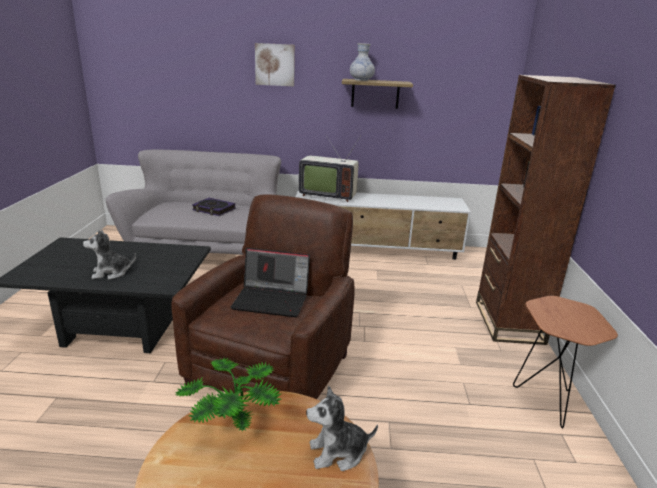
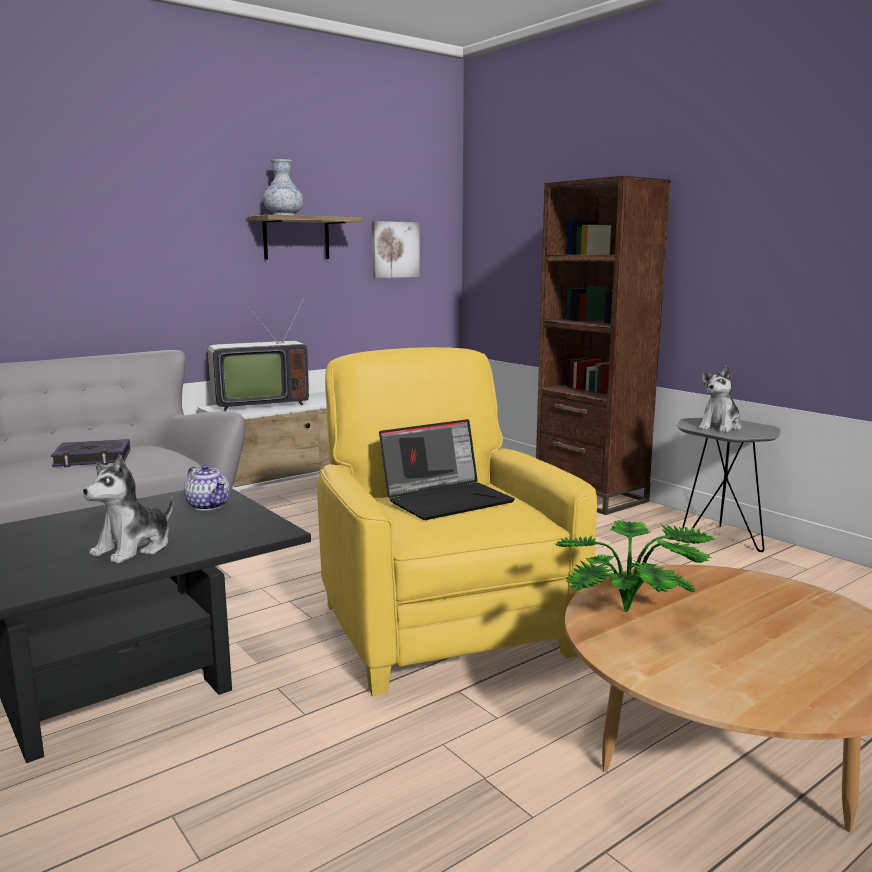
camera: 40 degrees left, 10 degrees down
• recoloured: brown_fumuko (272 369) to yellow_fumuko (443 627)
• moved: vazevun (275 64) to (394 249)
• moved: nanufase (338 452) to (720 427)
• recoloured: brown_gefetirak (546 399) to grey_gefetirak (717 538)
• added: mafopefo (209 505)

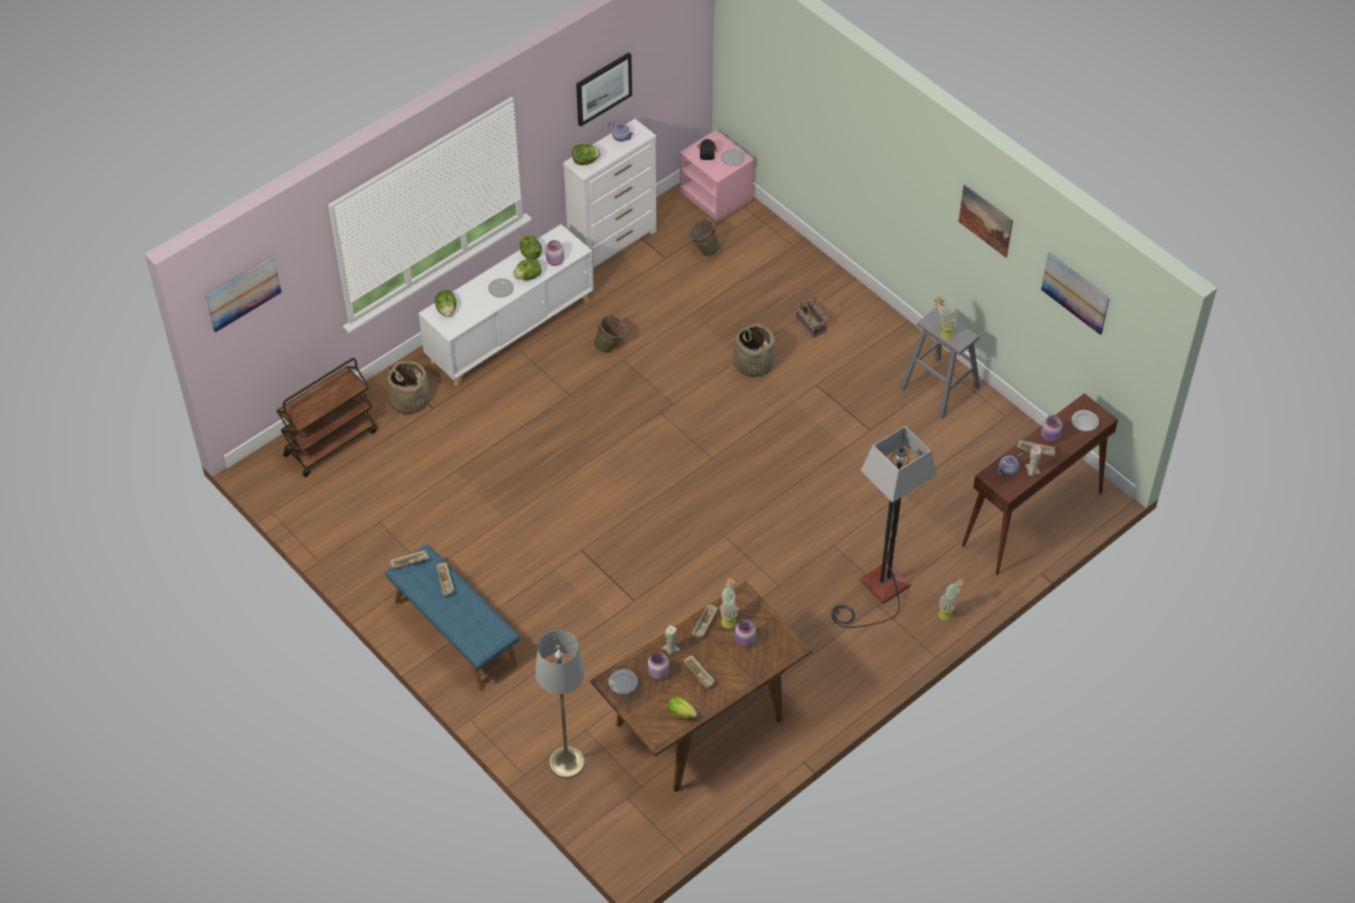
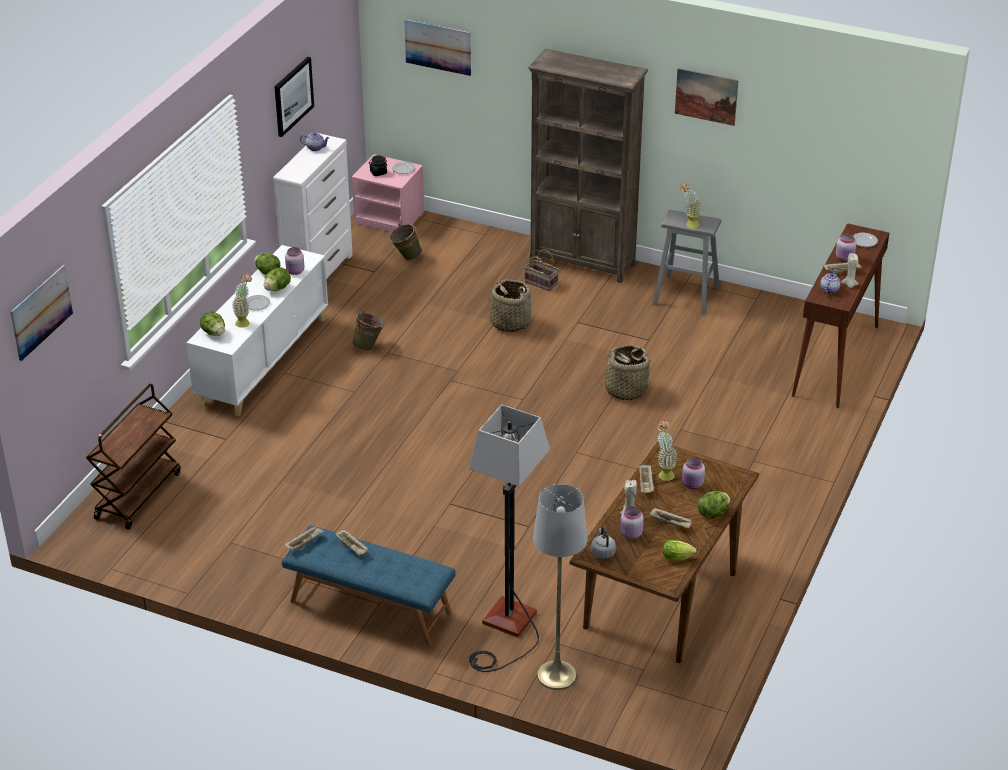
camera: 25 degrees left, 15 degrees down
• moved: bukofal (409 400) to (625 390)
• moved: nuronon (585 161) to (713 513)
• replaced: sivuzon (623 682) to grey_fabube (602 552)
• moved: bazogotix (877 592) to (506 629)
• moved: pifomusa (948 612) to (244 321)
• moved: vazevun (1075 293) to (438 47)
• added: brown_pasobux (583 262)

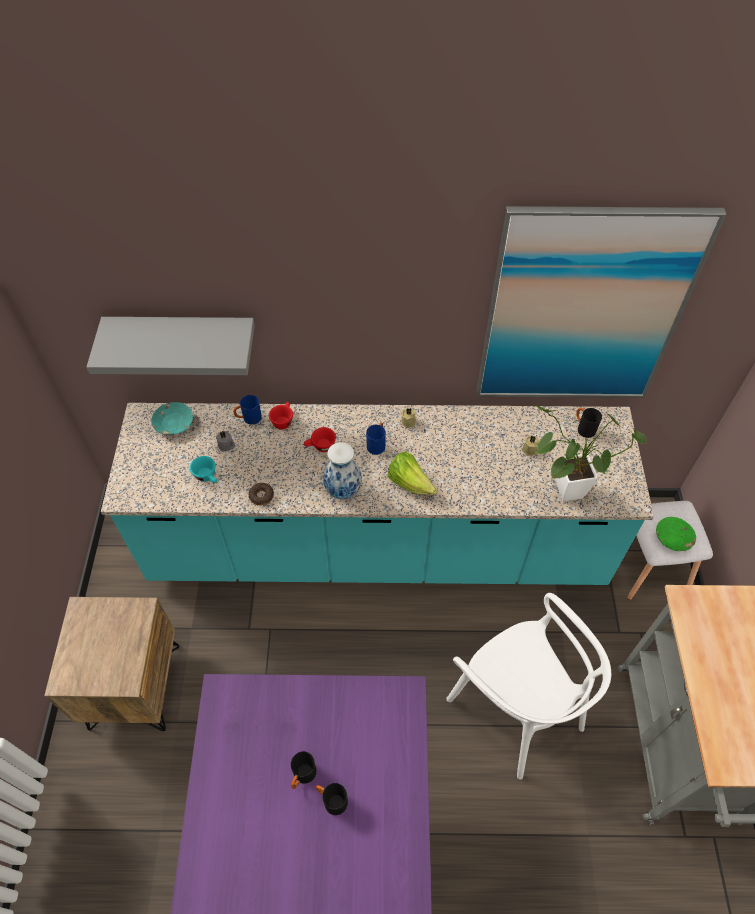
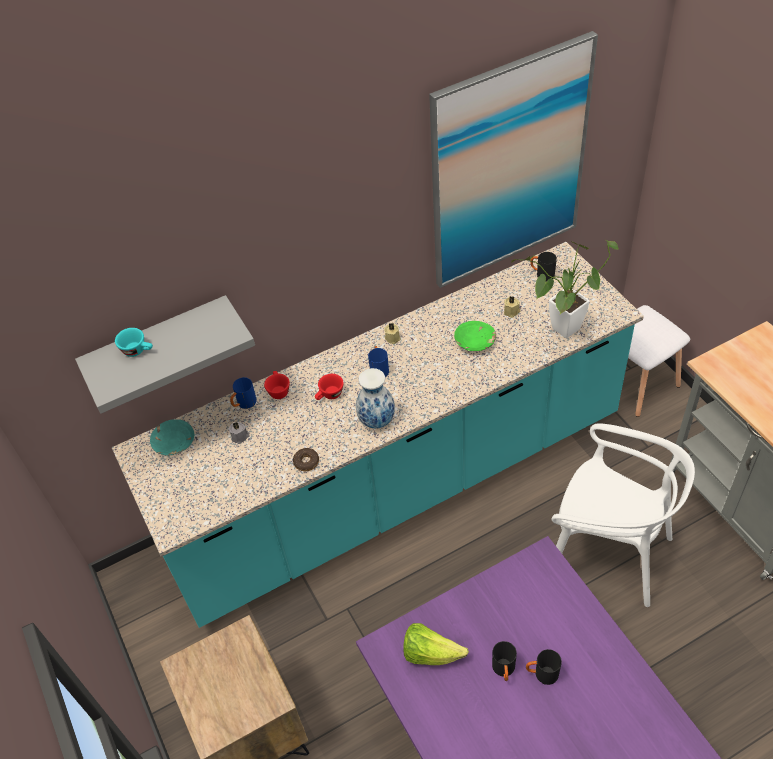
camera: 25 degrees left, 5 degrees down
• moved: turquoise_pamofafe (208 477) to (138 350)
• moved: nuronon (410 483) to (430 653)
• moved: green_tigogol (672 538) to (475 342)

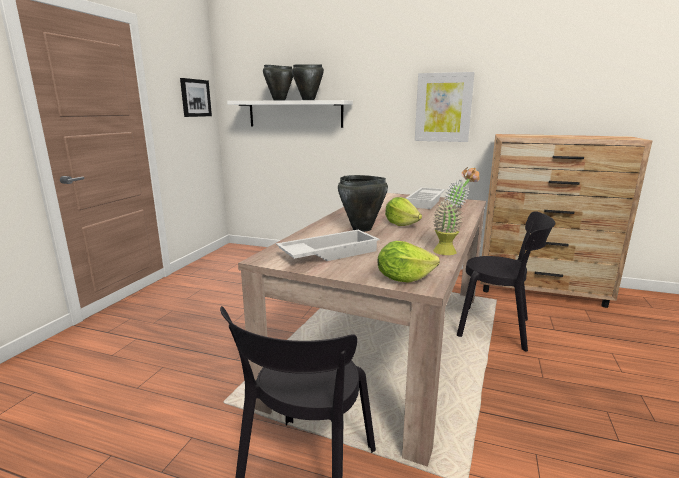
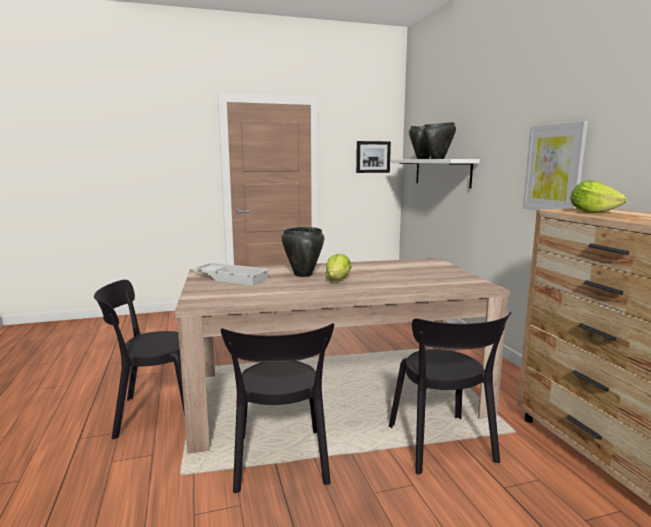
camera: 55 degrees right, 5 degrees down
• moved: nuronon (403 279) to (592 212)
• removed: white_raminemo (426 202)
• removed: pifomusa (450 251)
• added: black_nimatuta (280 463)

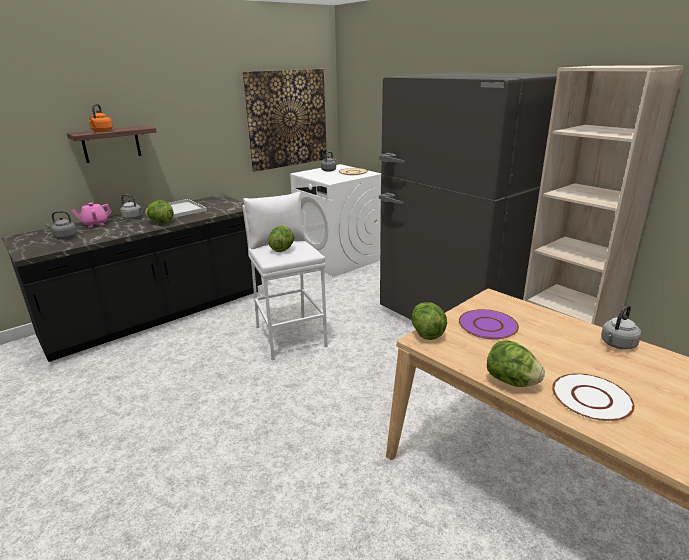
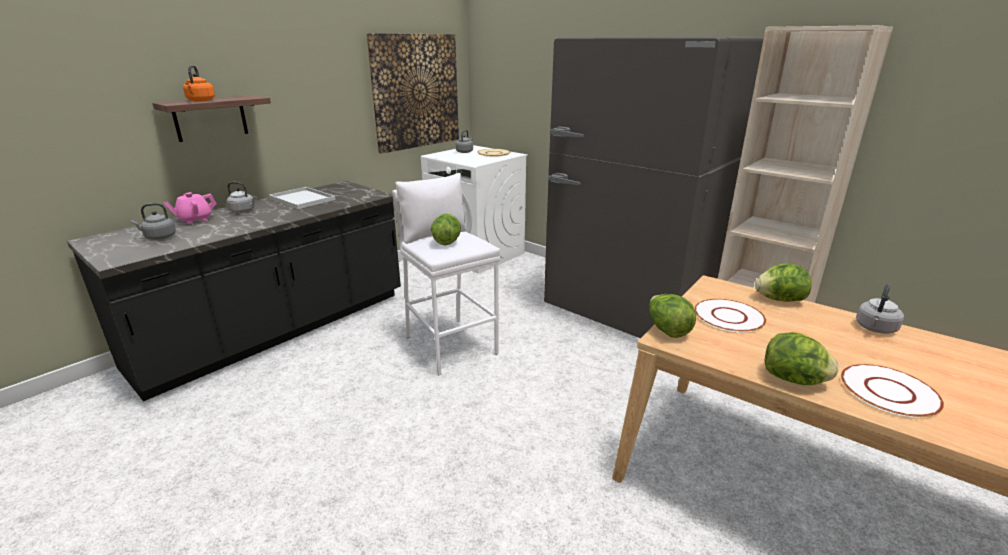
camera: 10 degrees left, 0 degrees up
• moved: nuronon (161 222) to (779 299)
• recoloured: purple_sivuzon (487 325) to white_sivuzon (728 317)

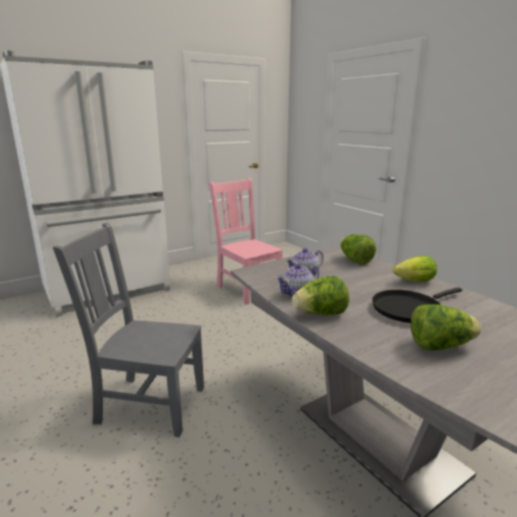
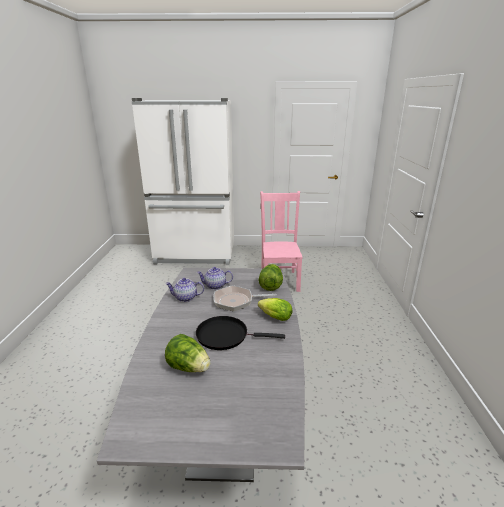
camera: 35 degrees right, 5 degrees up
• removed: grey_nimatuta (148 404)
• removed: nuronon (320 314)
• added: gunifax (236 301)

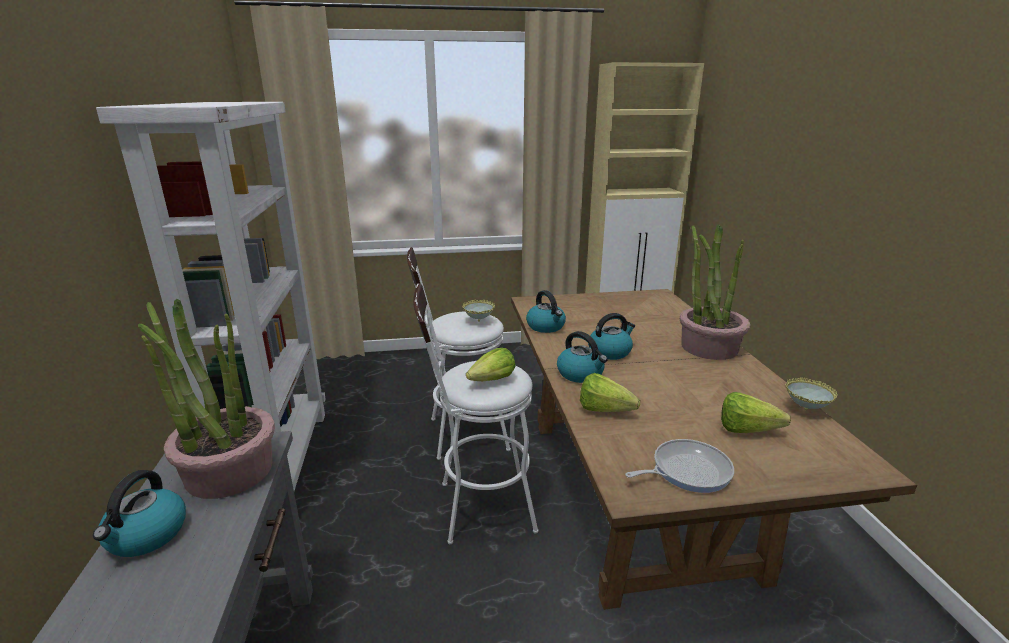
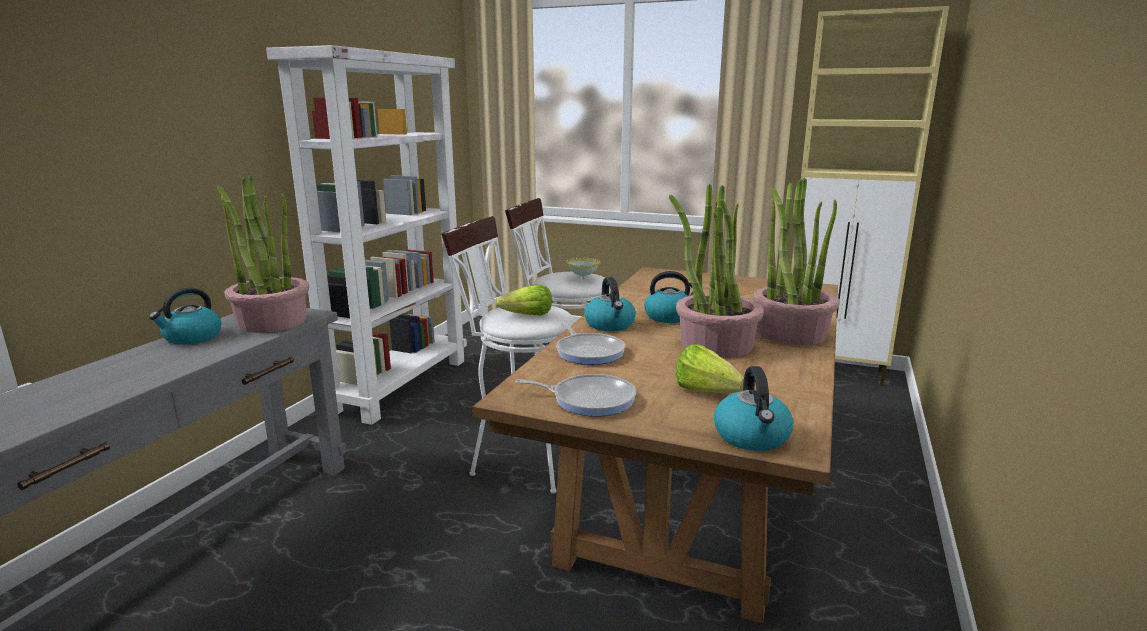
camera: 30 degrees right, 5 degrees down
• moved: fabube (546 326) to (752 437)
• replaced: nuronon (609 412) to gunifax (589 352)
• removed: tigogol (805 410)
• added: pifomusa (715 344)

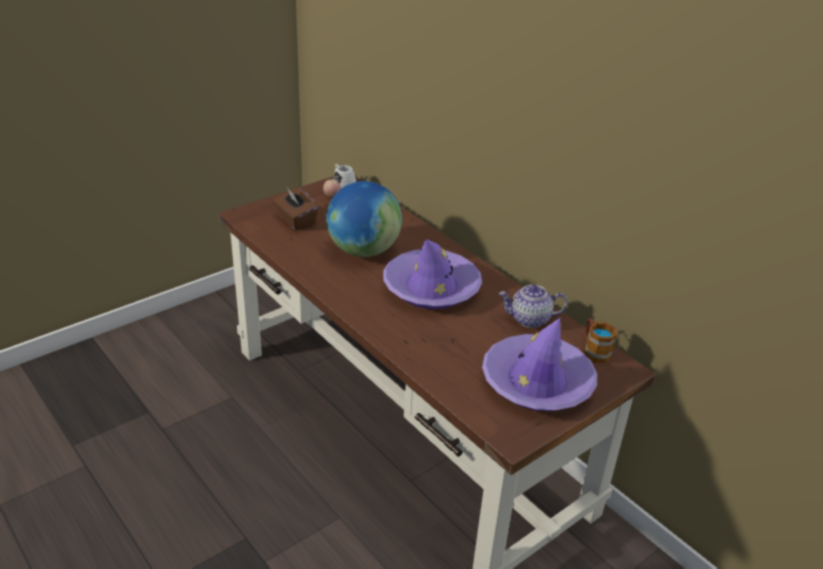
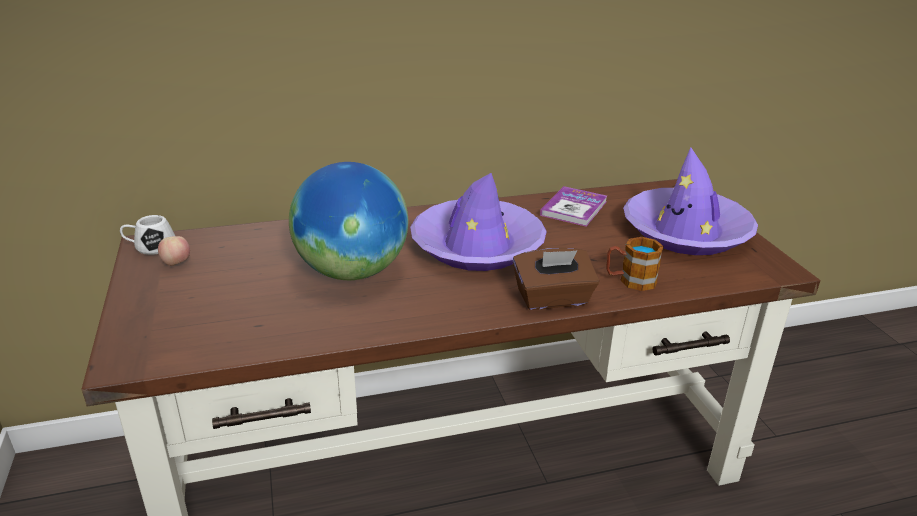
camera: 65 degrees left, 5 degrees down
• moved: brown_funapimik (295 220) to (553 299)
• replaced: mafopefo (529 319) to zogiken (574 208)
• moved: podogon (594 350) to (630 280)

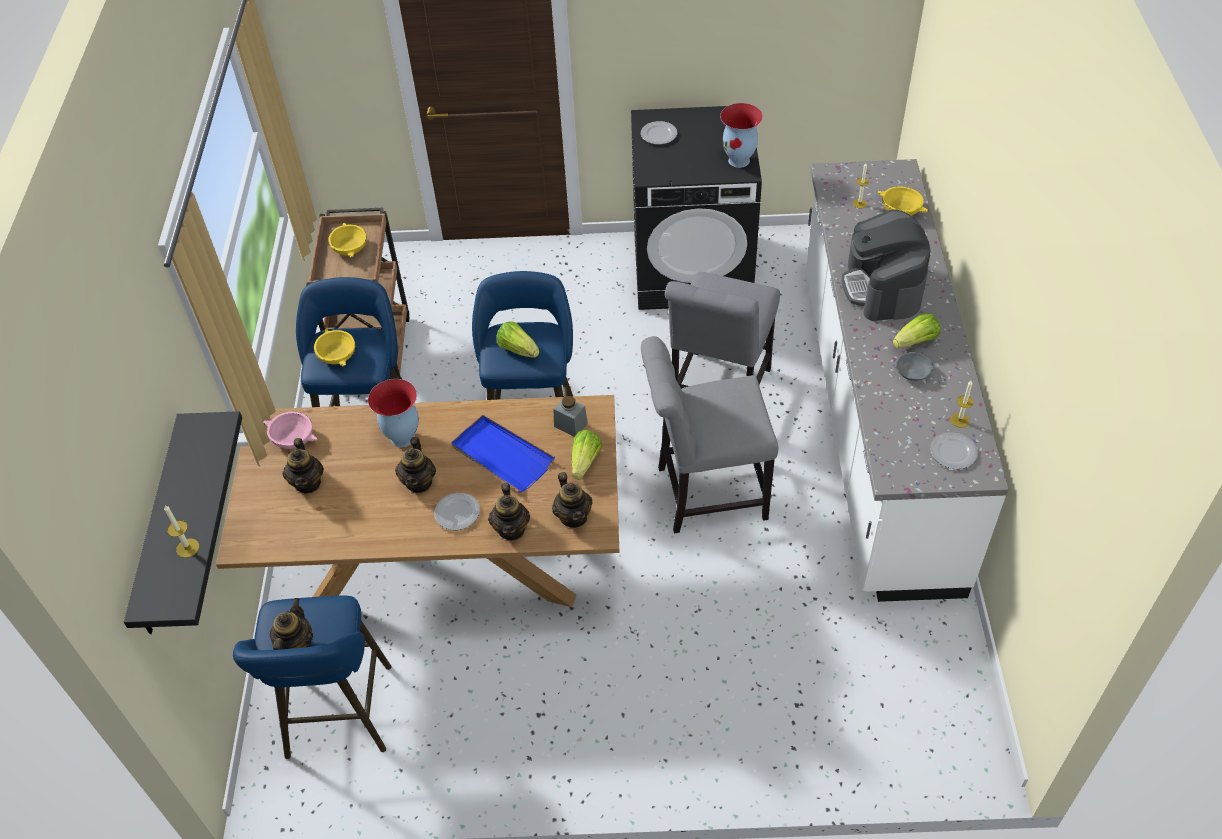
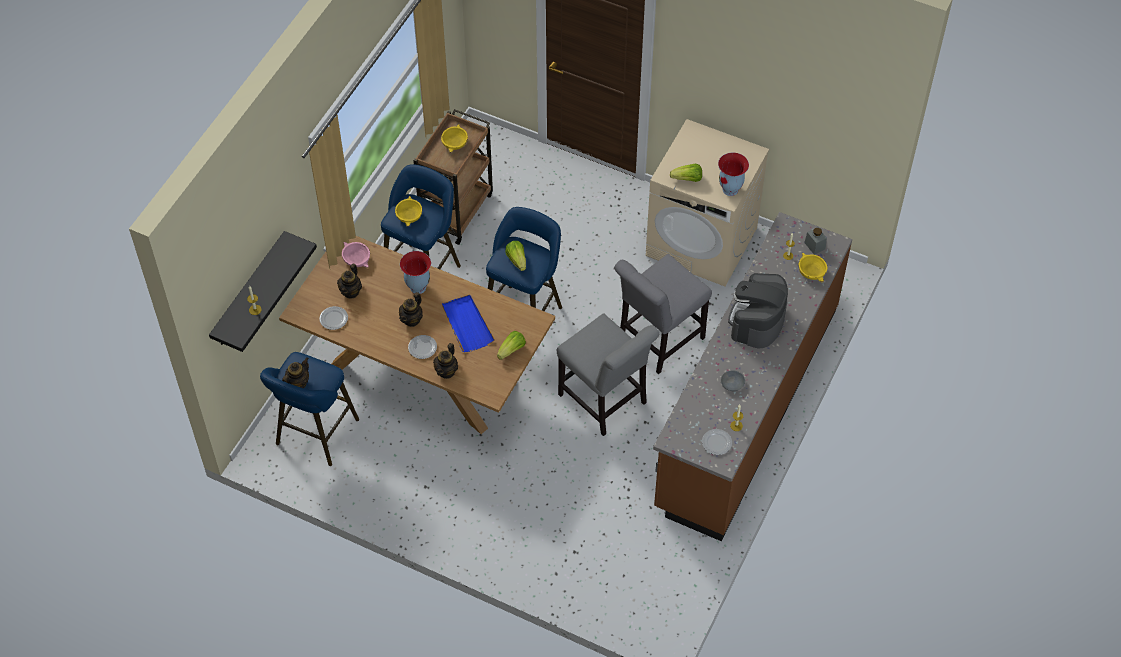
camera: 25 degrees right, 5 degrees up
• removed: mafopefo (573 516)
• moved: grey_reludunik (570 425) to (814 246)
• recoloured: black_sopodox (693 270) to beige_sopodox (702 242)
• moved: sivuzon (658 134) to (333 319)
• turned: grey_nimatuta (705 493) = (605 402) 150 degrees counterclockwise
• recoloured: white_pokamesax (875 424) to brown_pokamesax (746 407)
• moved: nuronon (916 342) to (687 179)

